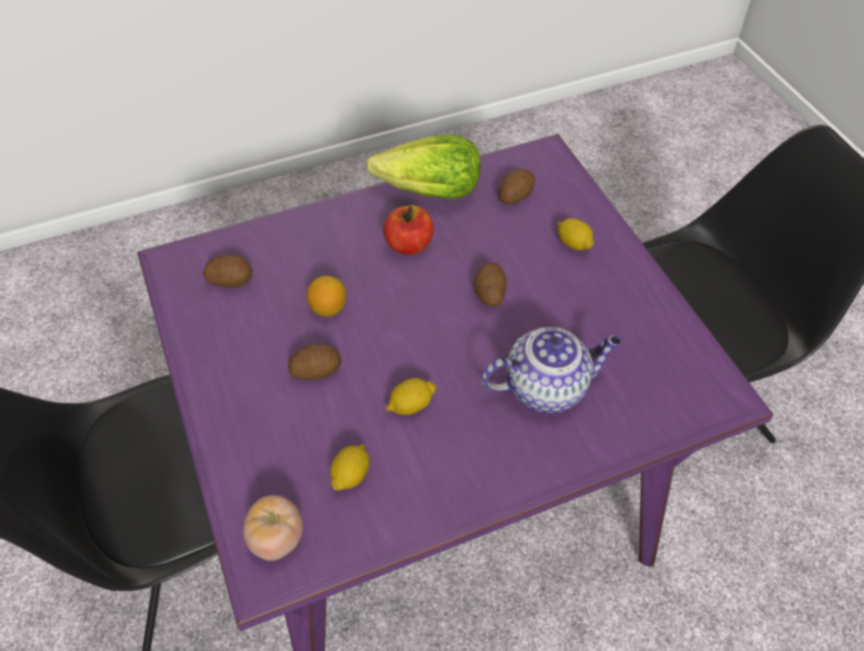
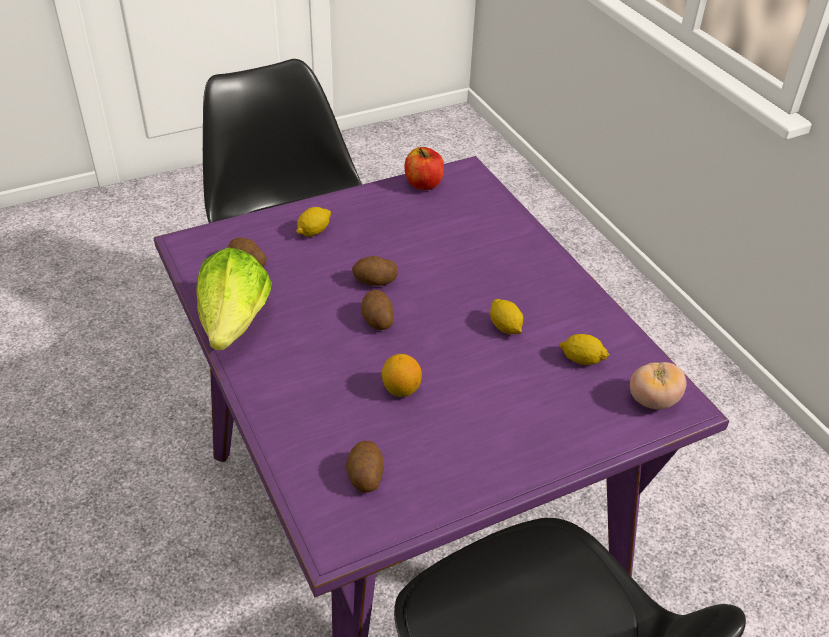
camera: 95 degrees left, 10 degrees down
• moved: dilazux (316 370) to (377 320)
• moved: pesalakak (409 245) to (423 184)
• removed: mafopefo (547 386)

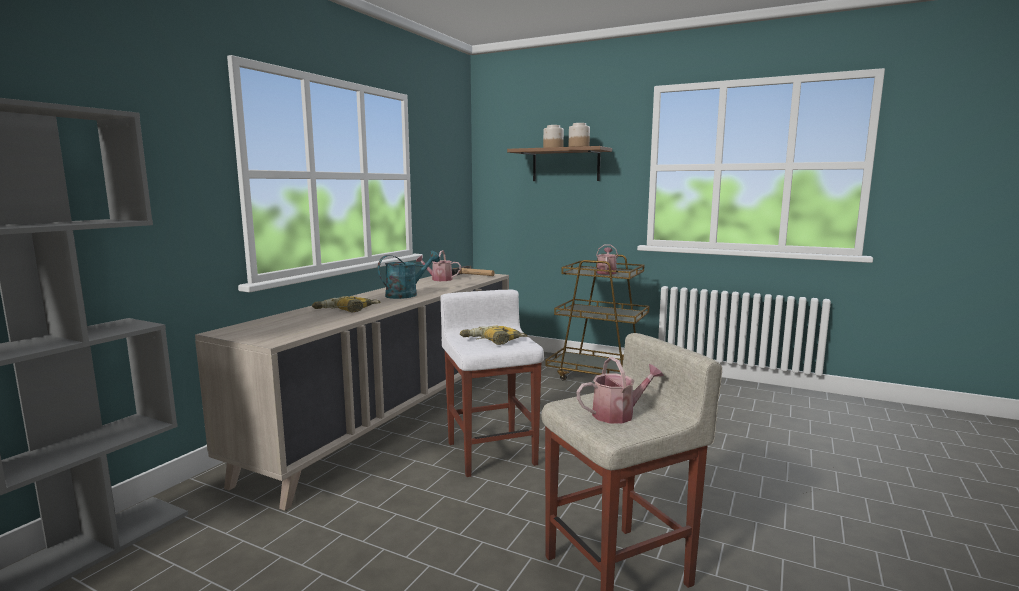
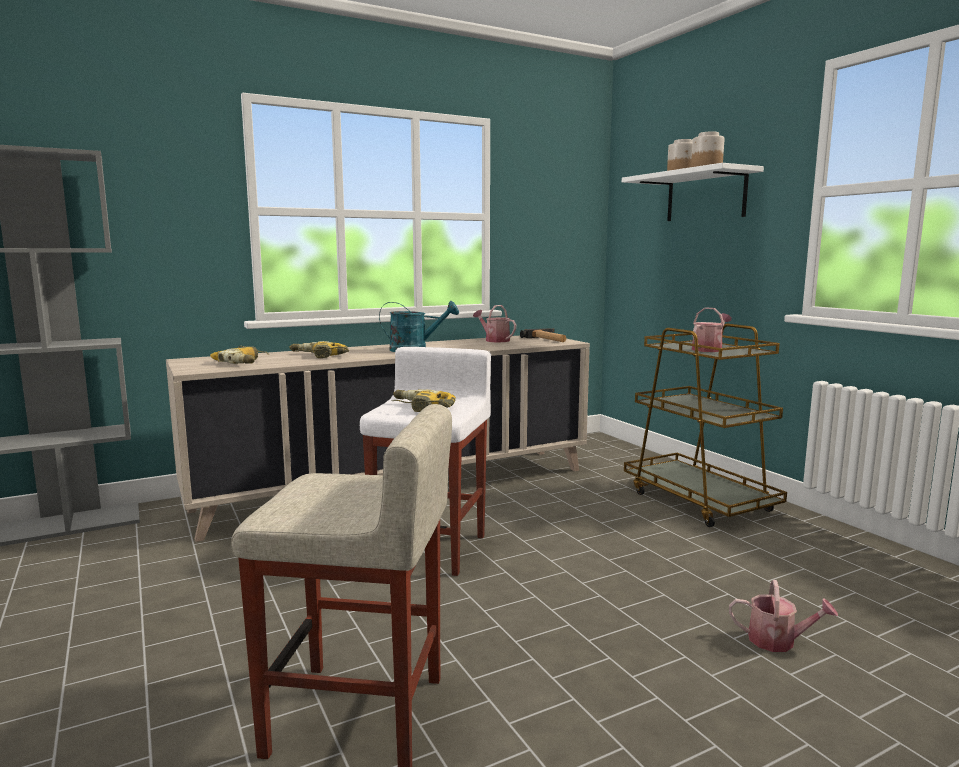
camera: 35 degrees right, 0 degrees up
• recoloured: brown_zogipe (565 165) to white_zogipe (705 196)
• moved: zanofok (618 414) to (778 641)
• added: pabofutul (243 362)

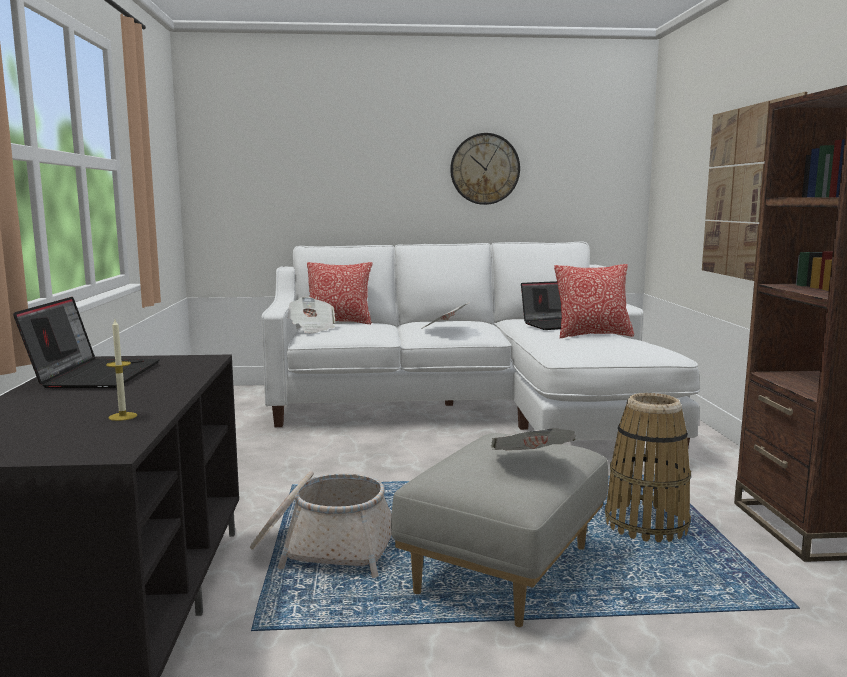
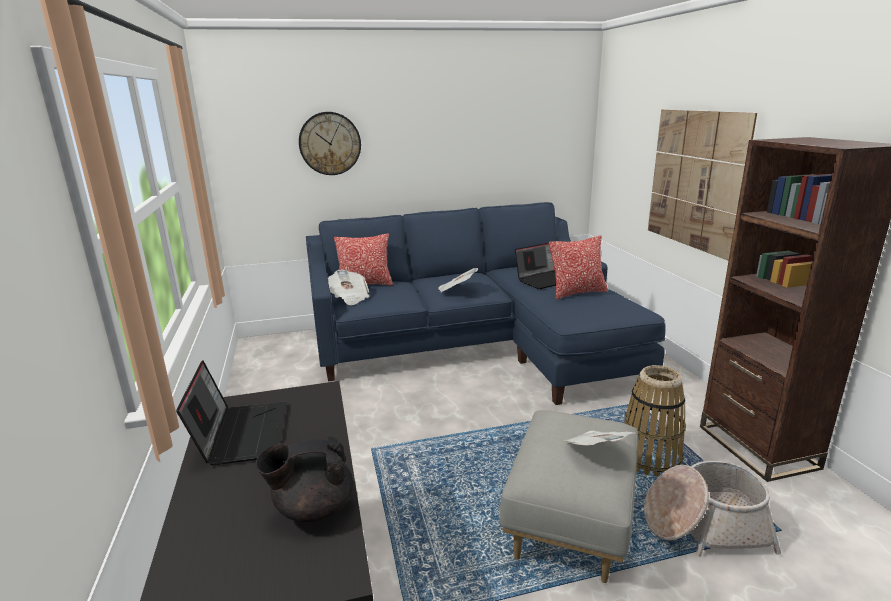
camera: 10 degrees left, 10 degrees up
• replaced: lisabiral (122 416) to black_mafopefo (313 508)
• moved: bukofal (324 548) to (704 525)
• recoloured: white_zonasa (474 410) to blue_zonasa (477 345)
• moved: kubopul (485 169) to (330 143)

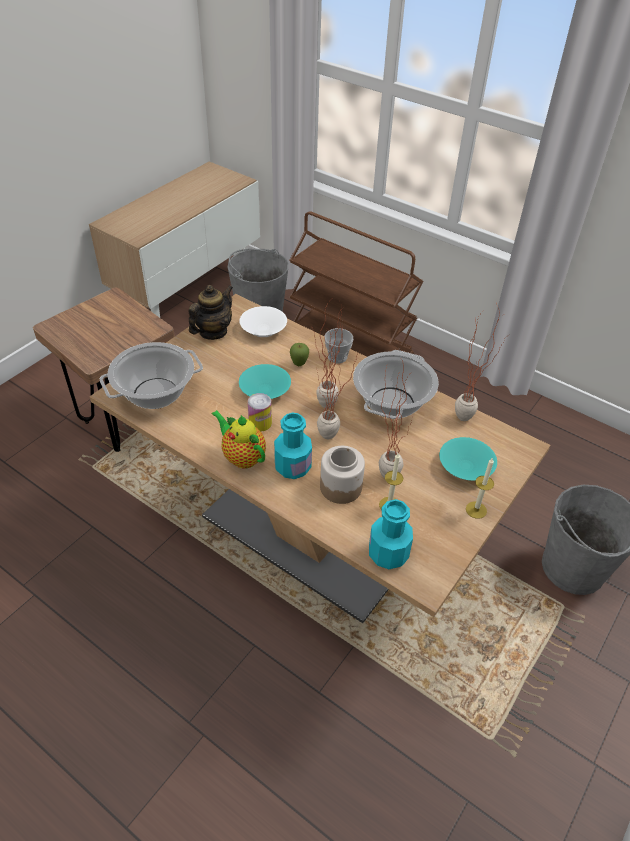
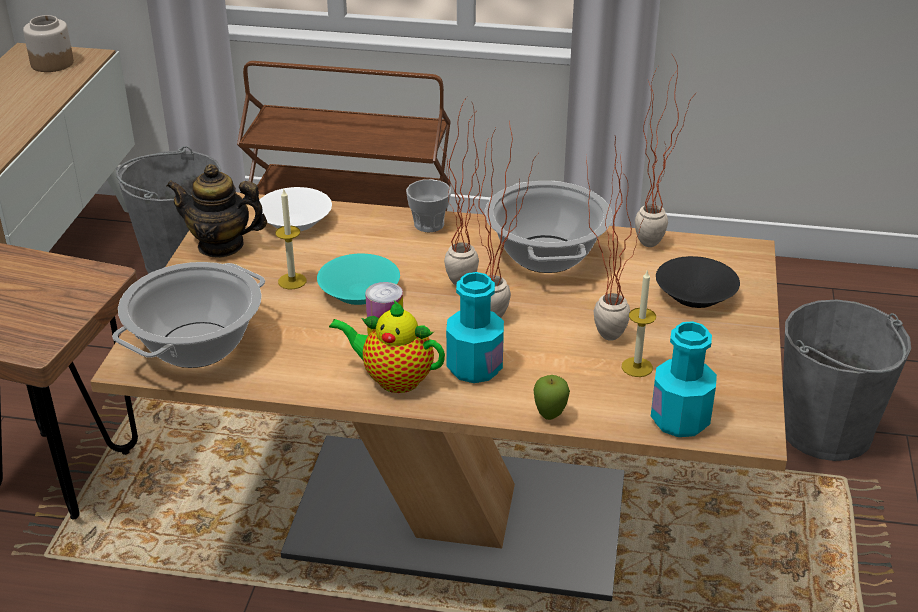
camera: 25 degrees left, 10 degrees down
• turned: mafopefo (213 332) = (221 245) 90 degrees counterclockwise
• moved: pesalakak (299 364) to (550 416)
• moved: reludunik (341 487) to (52 63)
• recoloured: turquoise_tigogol (466 466) to black_tigogol (696 294)
• moved: lisabiral (476 510) to (292 281)

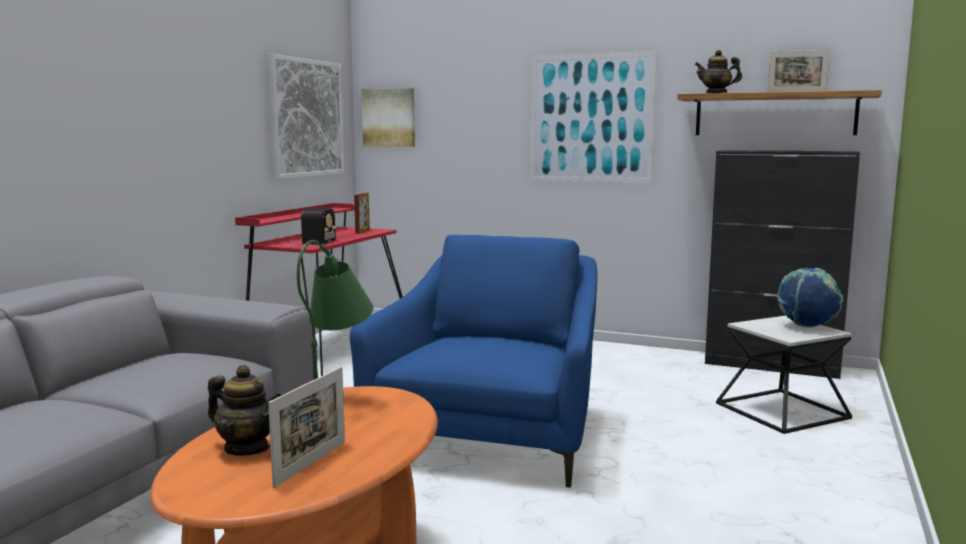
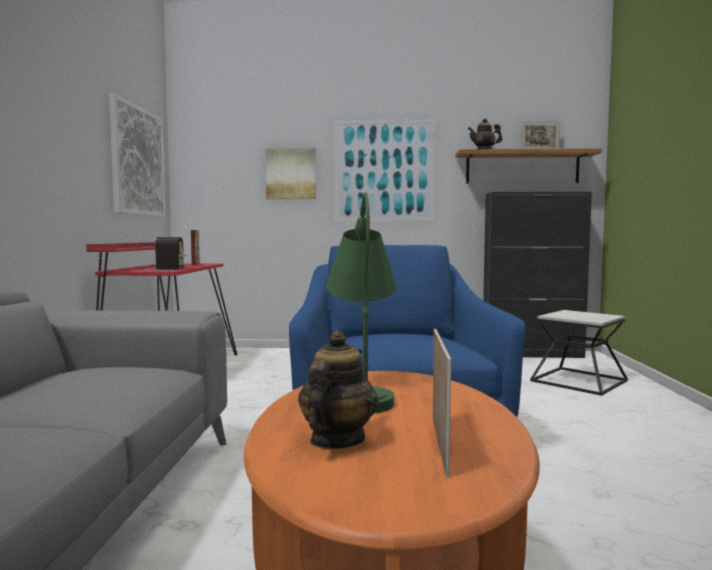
camera: 20 degrees left, 5 degrees down
• turned: mafopefo (247 448) = (336 440) 75 degrees counterclockwise
• moved: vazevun (389 117) to (291 174)
• removed: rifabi (806 327)

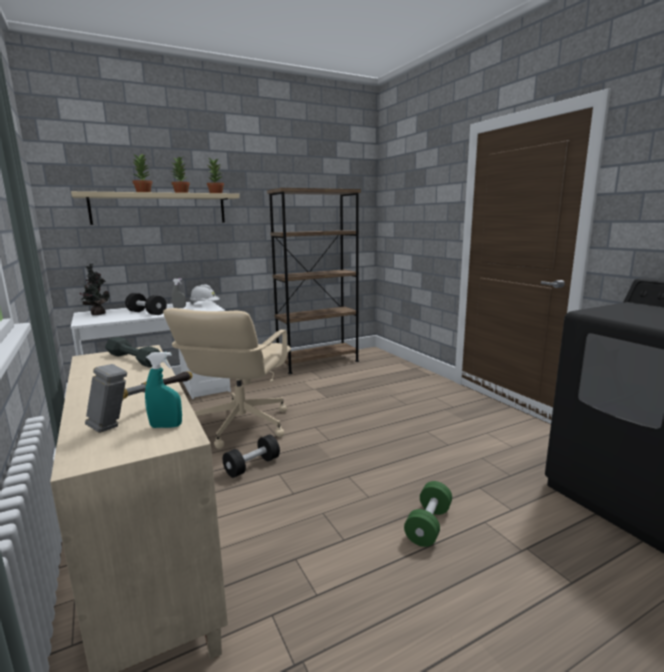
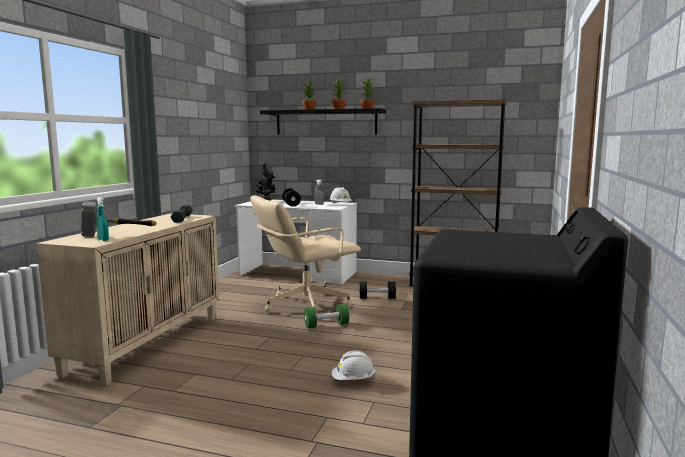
camera: 45 degrees right, 5 degrees down
• recoloured: beige_zogipe (160 208) to black_zogipe (325 122)
• moved: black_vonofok (252 466) to (377 298)
• moved: green_vonofok (428 525) to (326 325)
• added: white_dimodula (353 380)

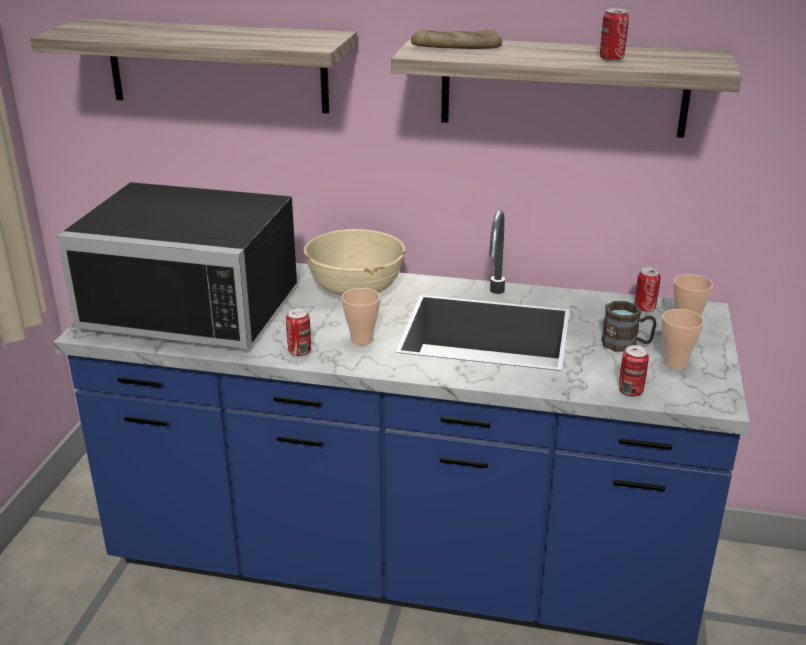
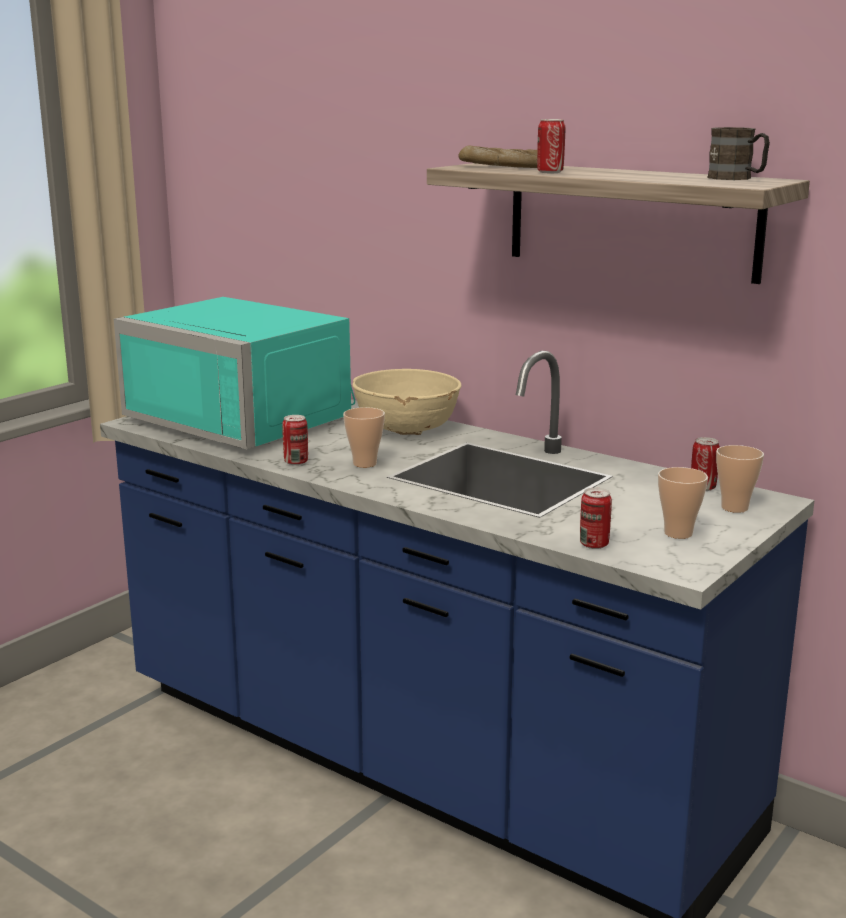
camera: 25 degrees right, 10 degrees down
• removed: zogipe (217 66)
• recoloured: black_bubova (199 303) to turquoise_bubova (250 418)
• moved: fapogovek (611 59) to (550 172)
• moved: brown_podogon (626 344) to (737 178)

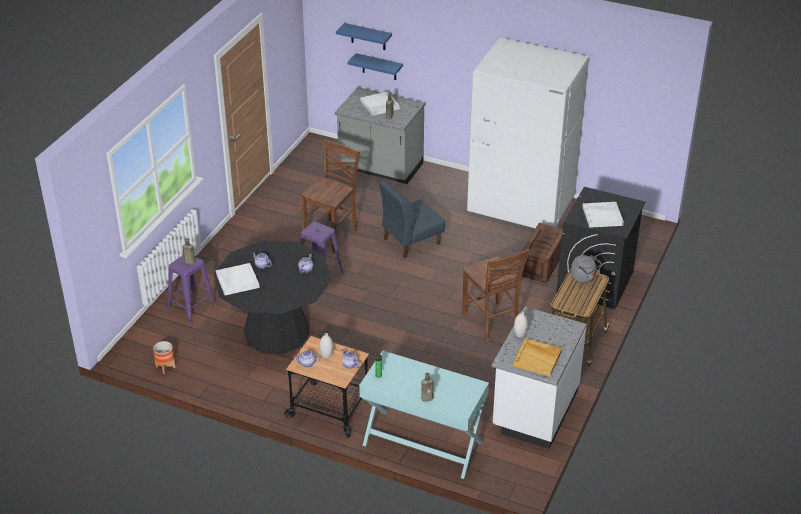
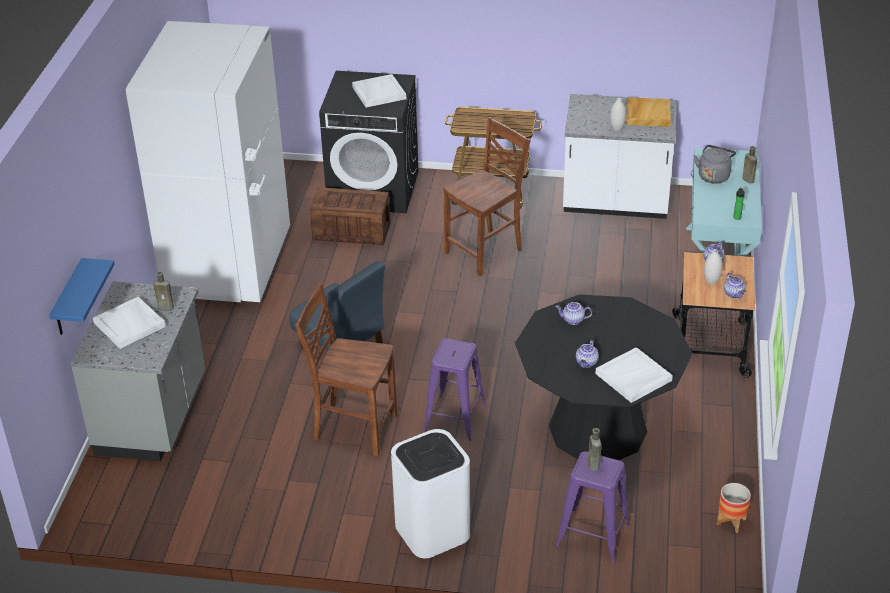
camera: 105 degrees left, 0 degrees up
• removed: blue_zogipe (368 37)
• moved: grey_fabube (584 278) to (714 176)
• added: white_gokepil (433 530)

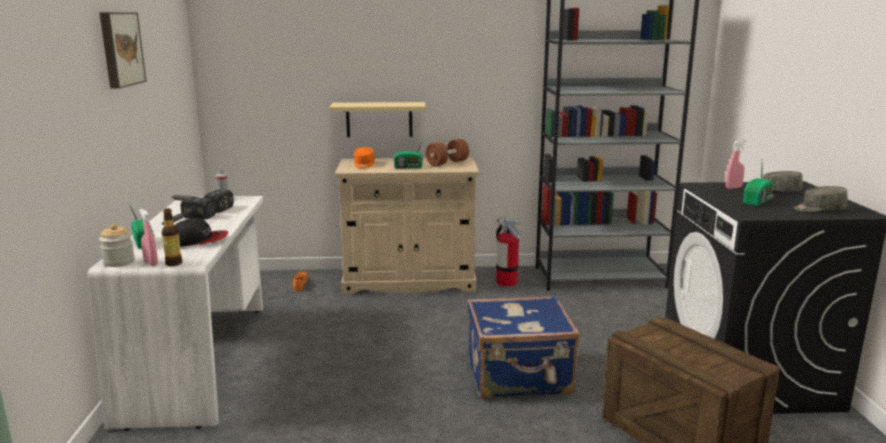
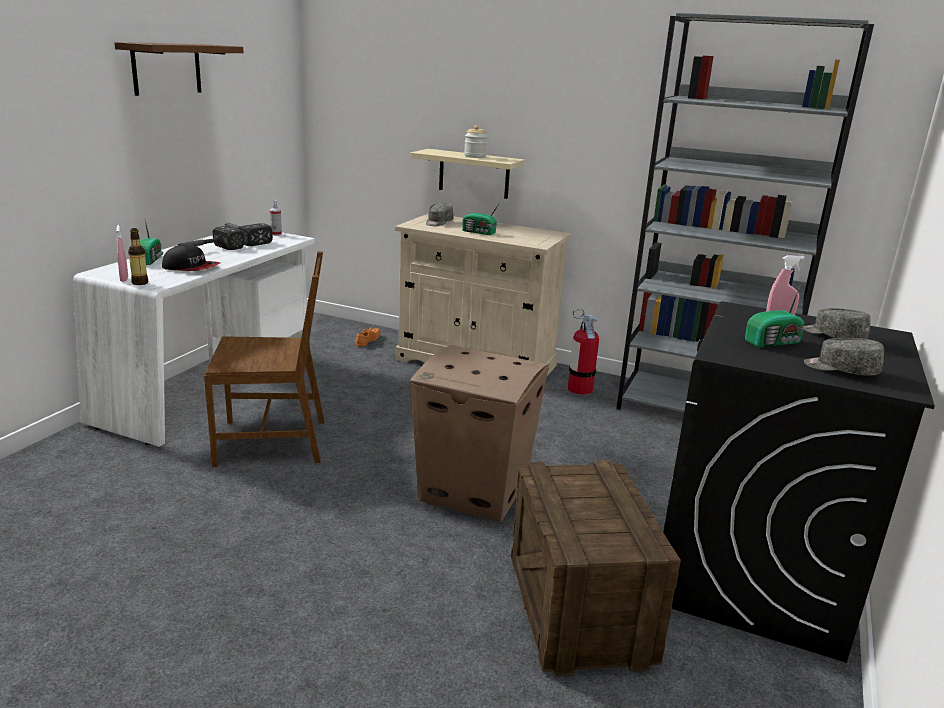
camera: 25 degrees right, 5 degrees up
• replaced: vazevun (119 49) to brown_zogipe (166 68)
• moved: reludunik (119 262) to (475 156)
• recoloured: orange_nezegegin (364 165) to grey_nezegegin (438 222)
• removed: brown_vonofok (447 163)
• replaced: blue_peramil (519 377) to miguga (475 489)
• added: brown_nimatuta (273 441)

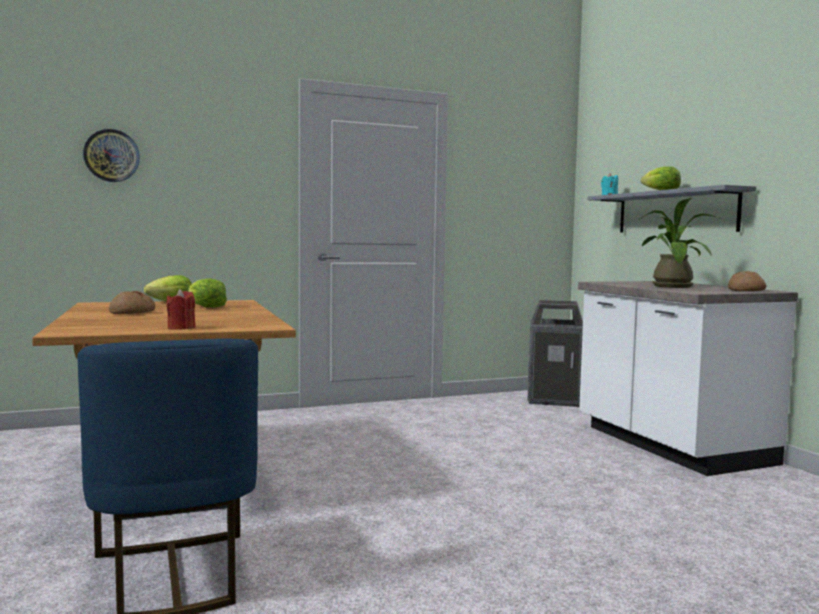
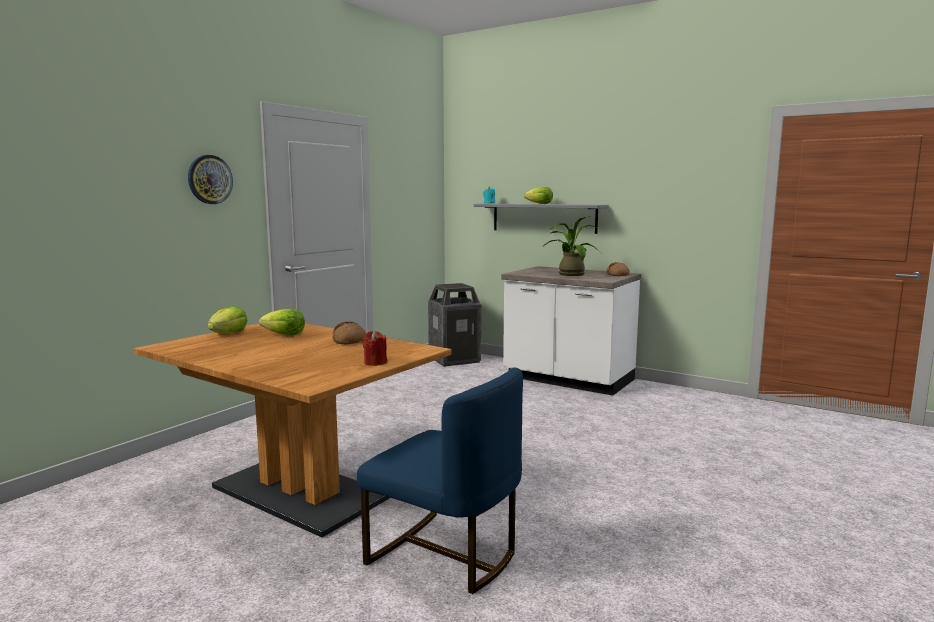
camera: 35 degrees left, 5 degrees up
• moved: kubopul (111 155) to (209 179)
• moved: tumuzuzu (132 312) to (349 340)

